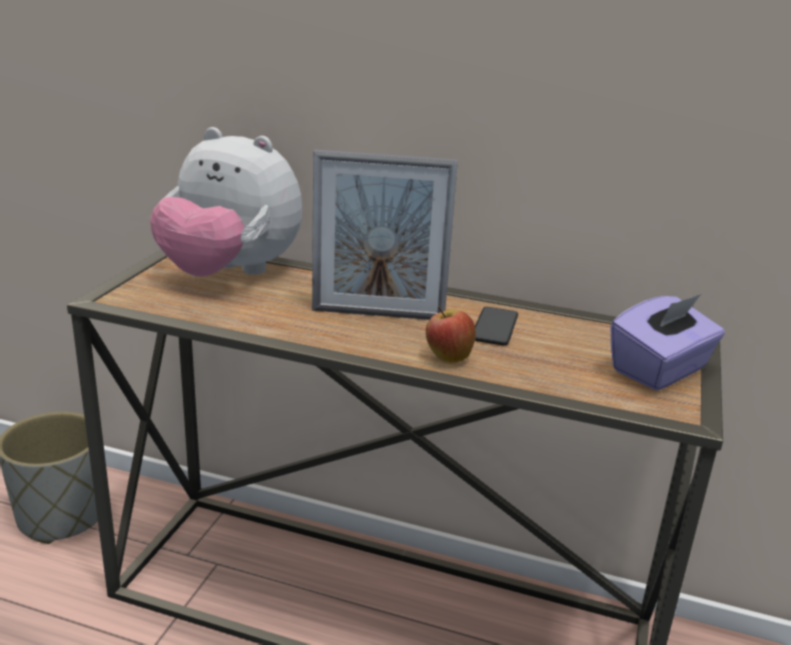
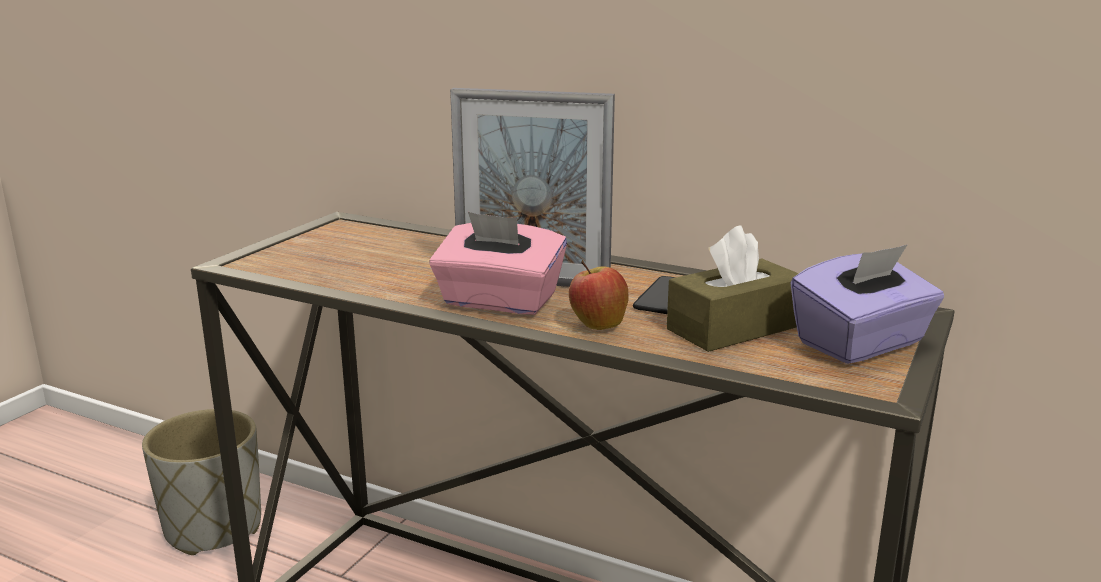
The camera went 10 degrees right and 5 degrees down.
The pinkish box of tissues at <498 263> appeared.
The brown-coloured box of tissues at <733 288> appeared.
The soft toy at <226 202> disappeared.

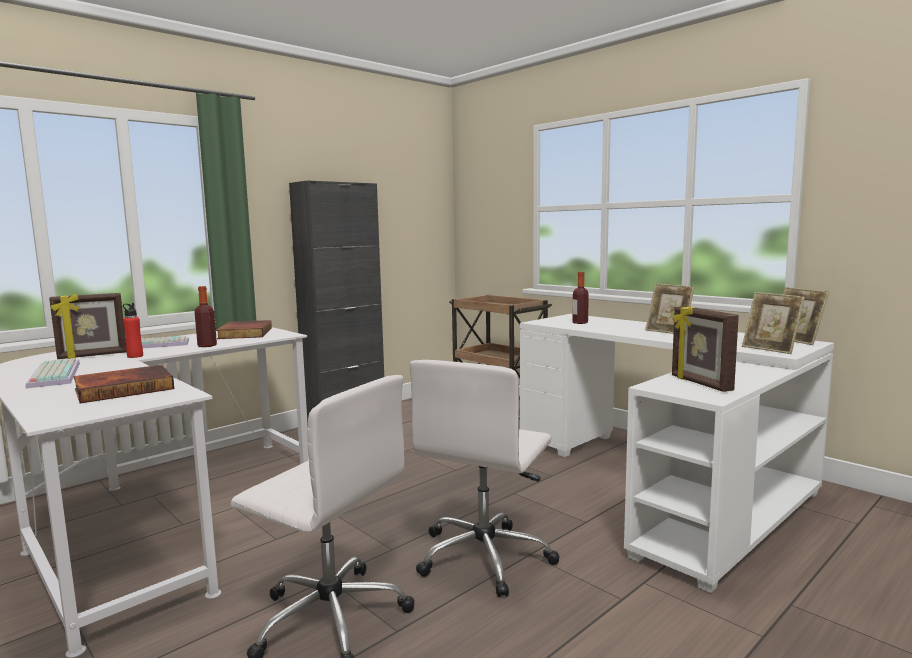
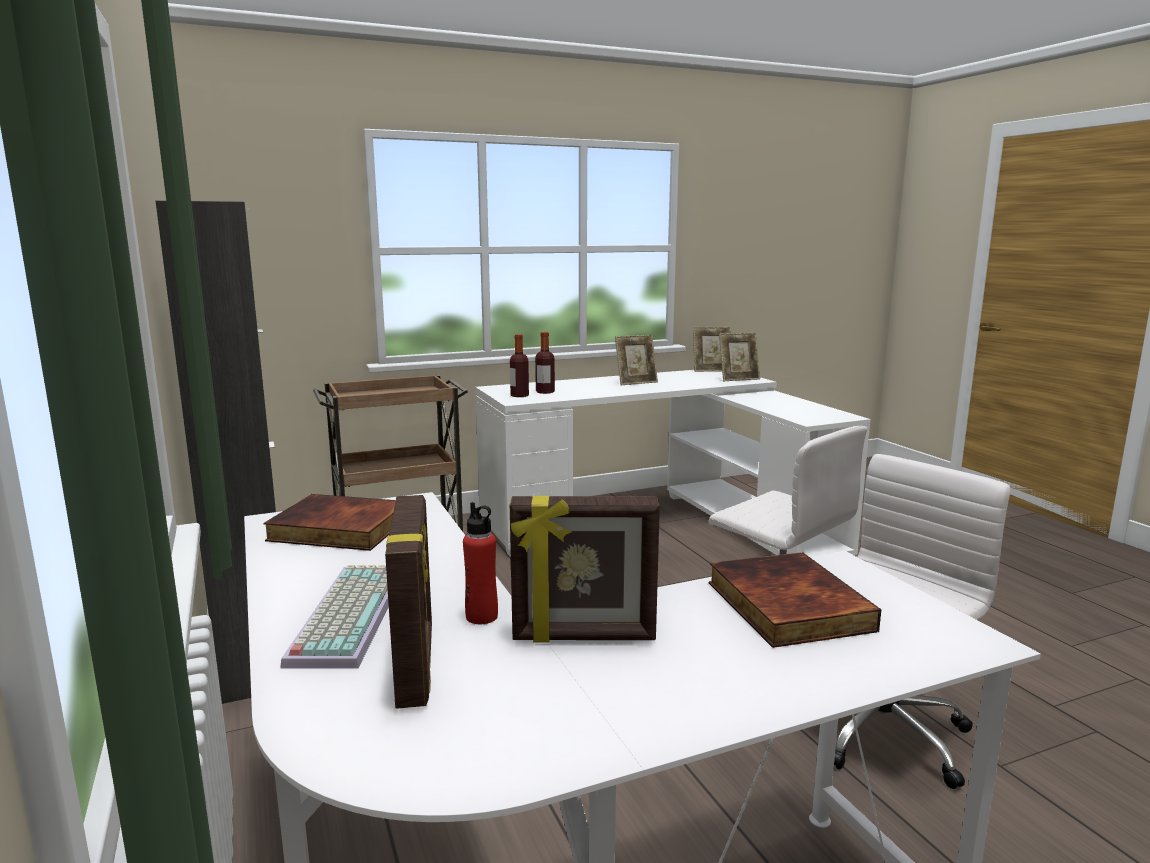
The camera went 70 degrees left and 5 degrees up.
The bottle moved from <206 316> to <519 365>.
The picture frame moved from <705 349> to <585 569>.
The keyboard at <52 373> disappeared.

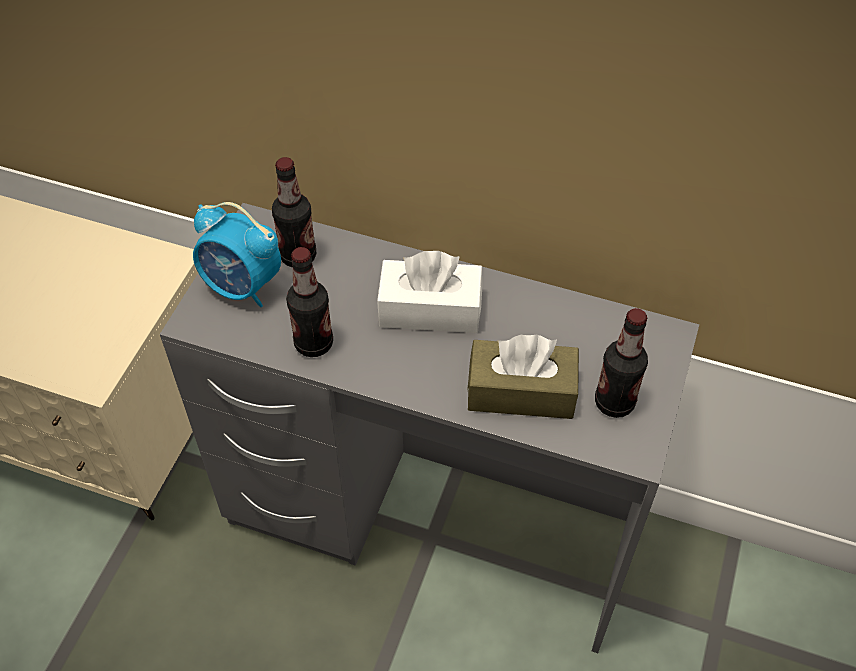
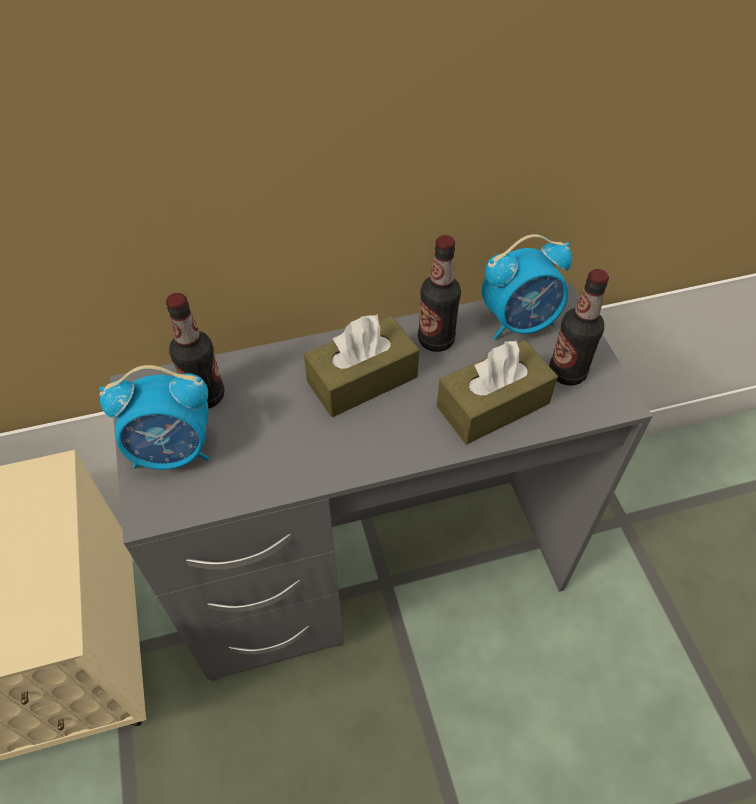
The camera went 35 degrees left and 0 degrees up.
The white box of tissues at <430 292> became the brown-coloured box of tissues at <361 365>.
The bottle moved from <309 302> to <439 293>.
The alarm clock at <527 287> appeared.

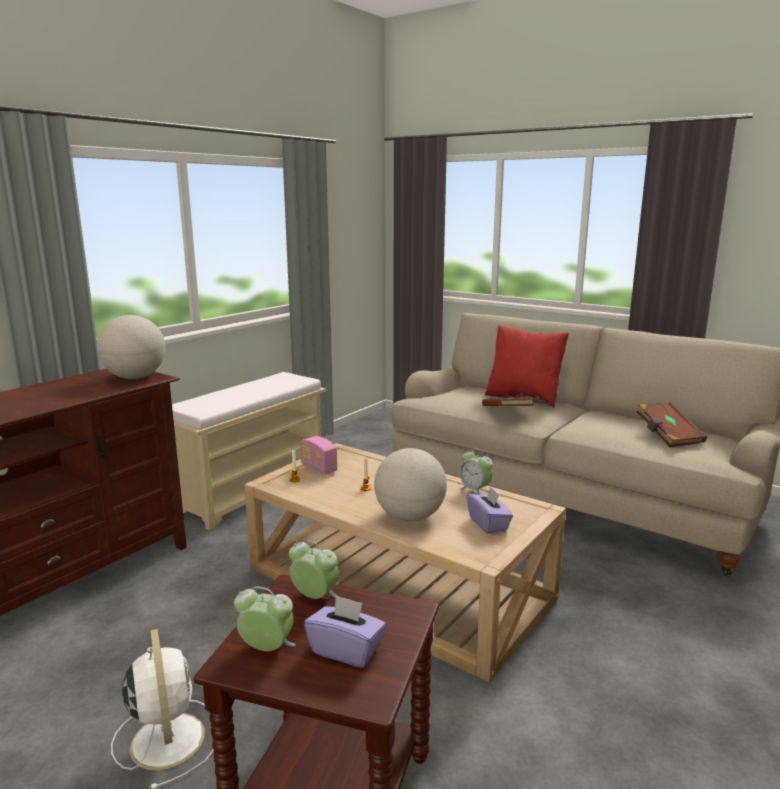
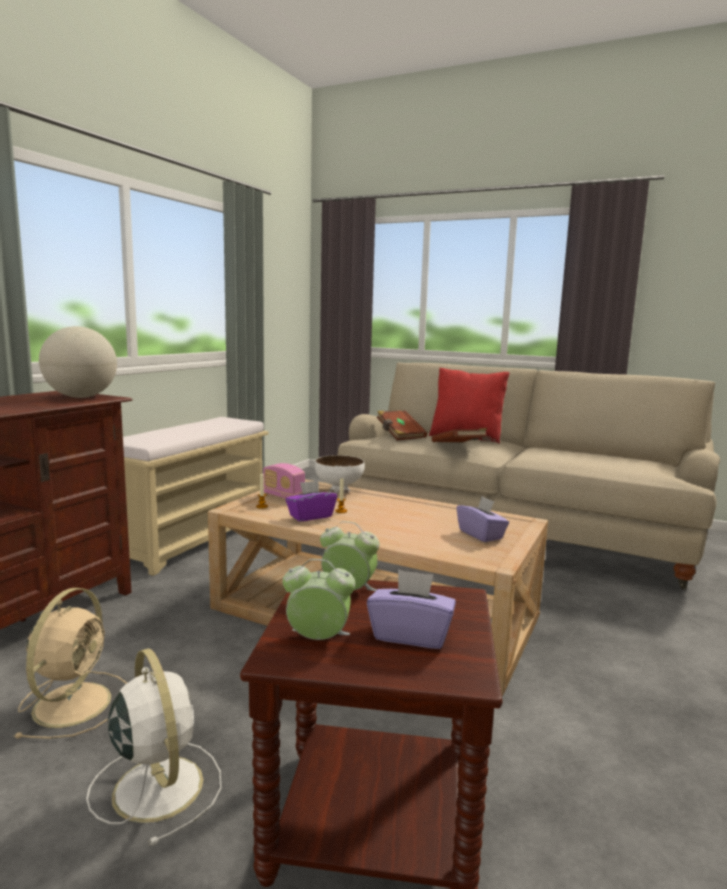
The camera went 10 degrees left and 5 degrees down.
The beige cooling fan at <70 663> appeared.
The purplish box of tissues at <311 501> appeared.
The white deep dish at <340 474> appeared.
The brown-coloured book moved from <672 424> to <402 425>.
The world globe at <410 484> disappeared.
The alarm clock at <476 471> disappeared.

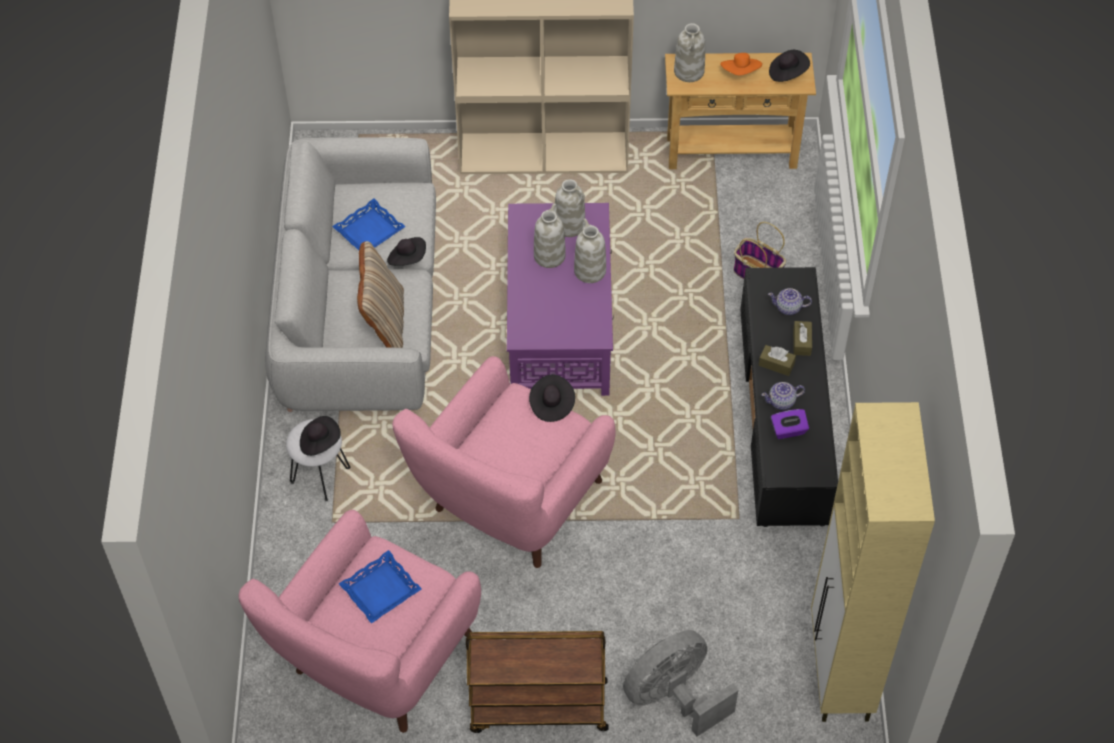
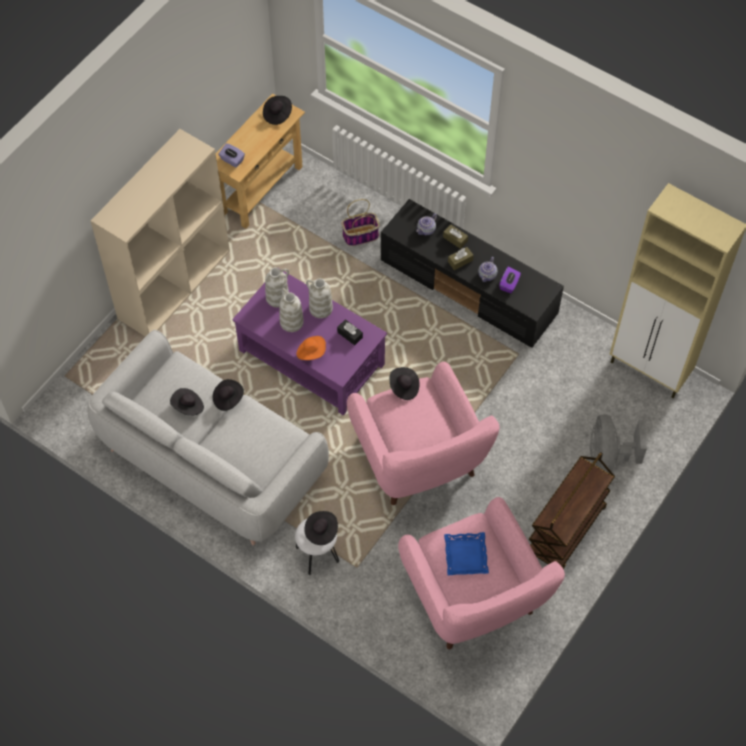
The camera went 55 degrees left and 5 degrees up.
The blue carrying tray at <369 224> was replaced by the blackish wearable hat at <187 402>.
The white vase at <689 52> was replaced by the purplish box of tissues at <231 155>.
The orange-coloured wearable hat moved from <741 64> to <311 348>.
The blackish box of tissues at <350 332> appeared.
The beige cushion at <380 294> disappeared.

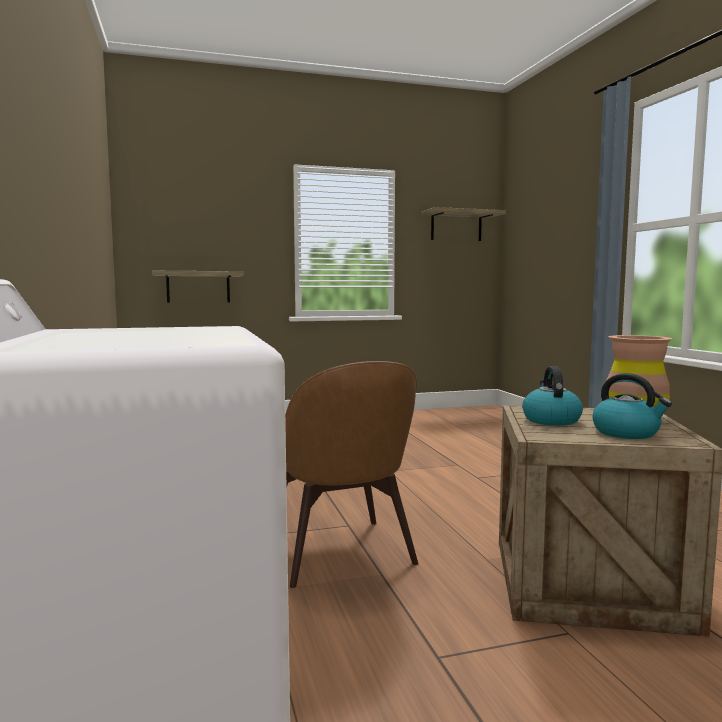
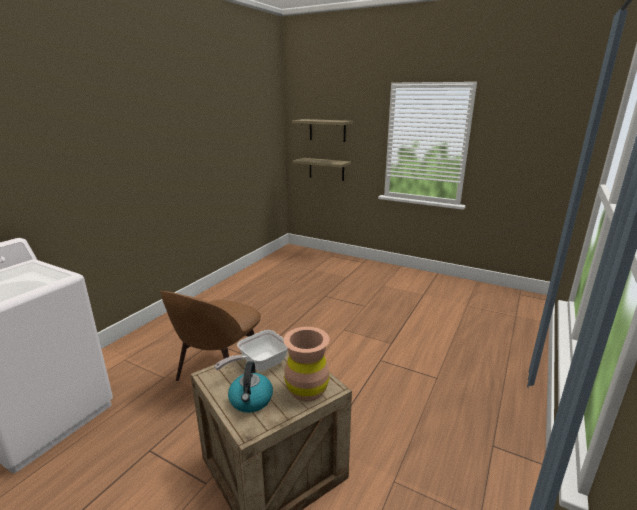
The camera went 45 degrees right and 15 degrees up.
The tea kettle at <552 396> was replaced by the skillet at <251 350>.
The wall shelf moved from <464 224> to <322 130>.

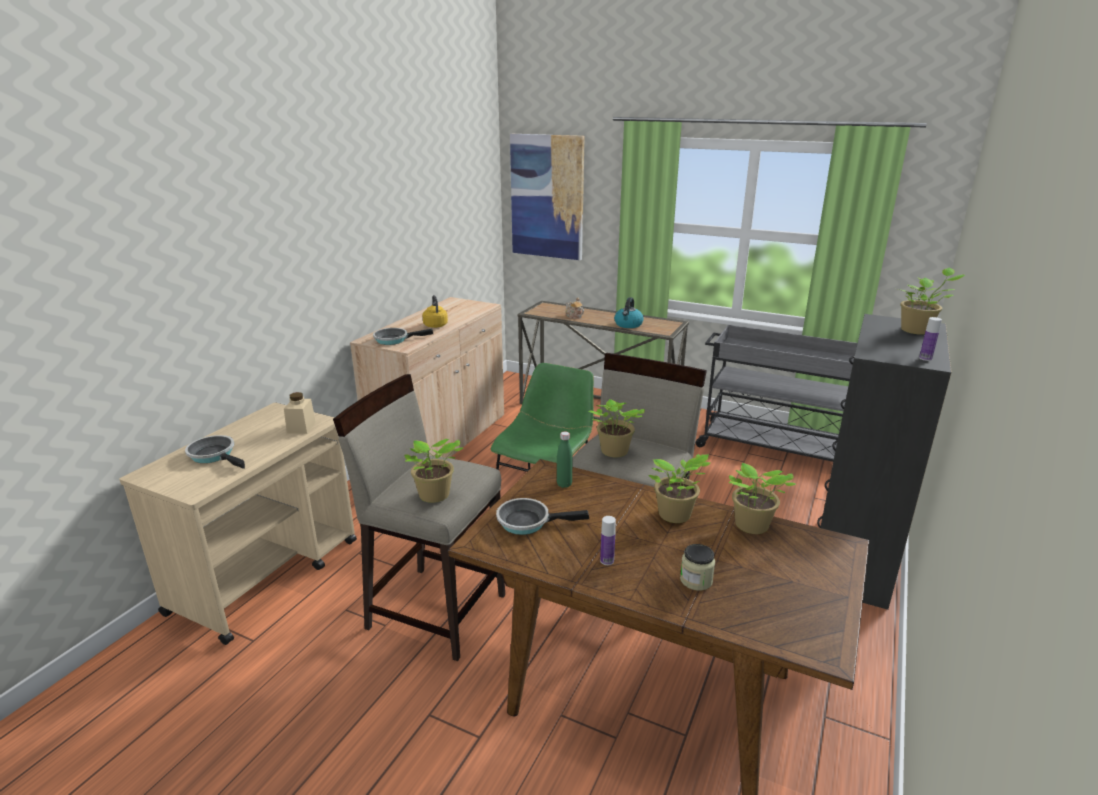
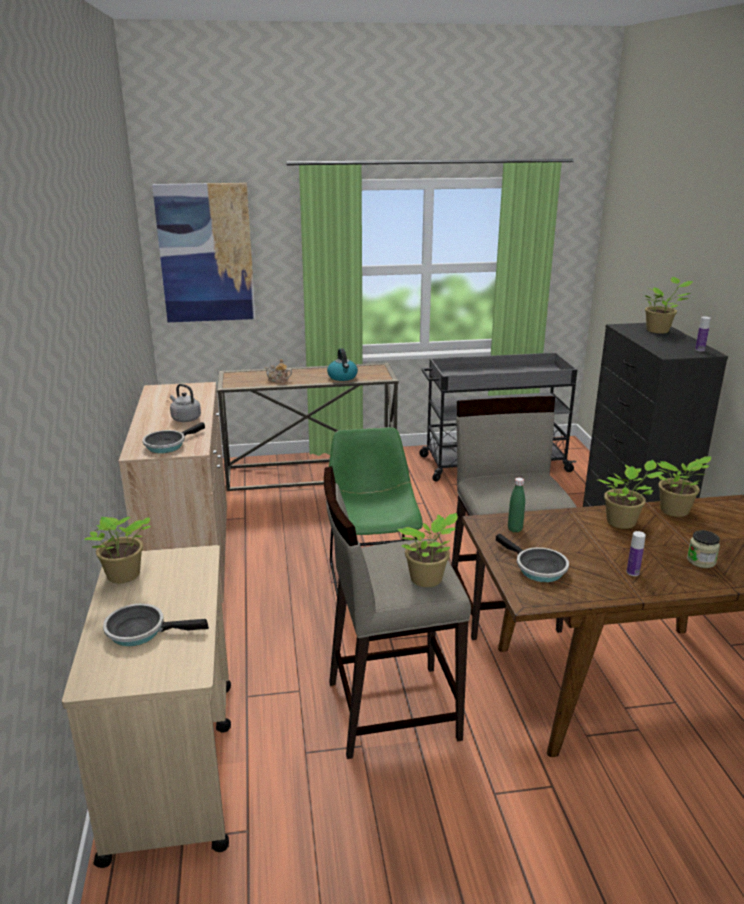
The camera went 35 degrees left and 0 degrees up.
The plant in a pot moved from <616 428> to <118 550>.
The yellow-coloured tea kettle at <435 311> became the greyish tea kettle at <185 403>.
The skillet at <542 516> turned 90 degrees counterclockwise.
The beige preserve jar at <300 413> disappeared.

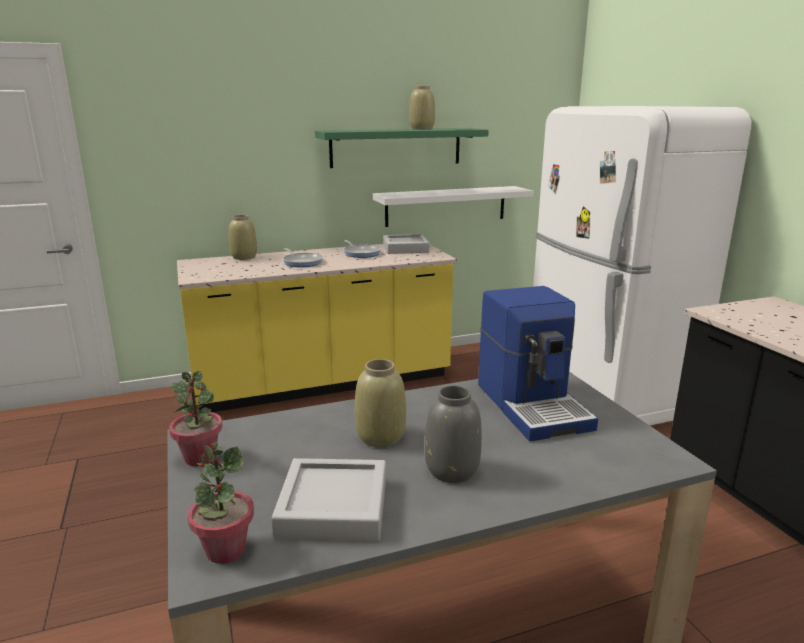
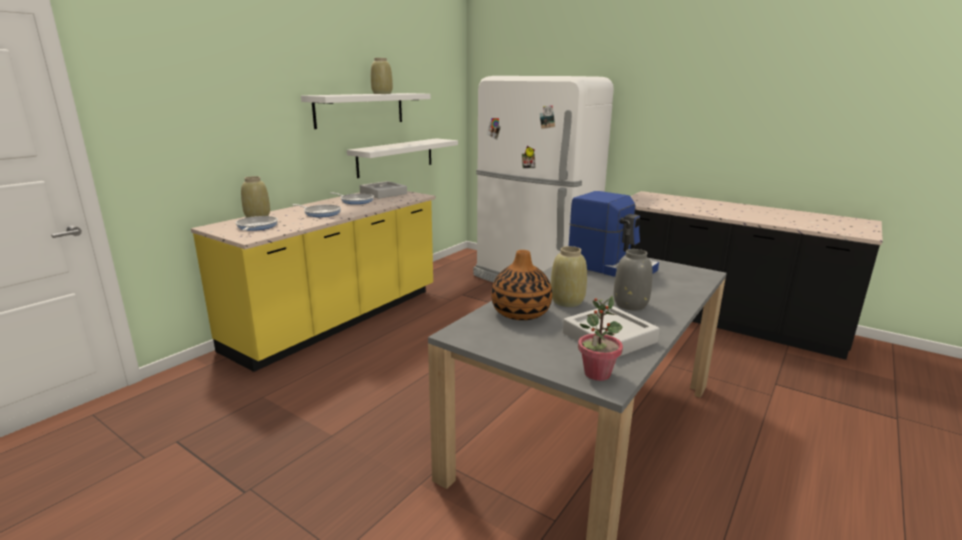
The camera went 35 degrees left and 0 degrees up.
The skillet at <257 223> appeared.
The greenish wall shelf at <402 148> became the white wall shelf at <365 111>.
The vase at <521 285> appeared.
The plant in a pot at <196 418> disappeared.

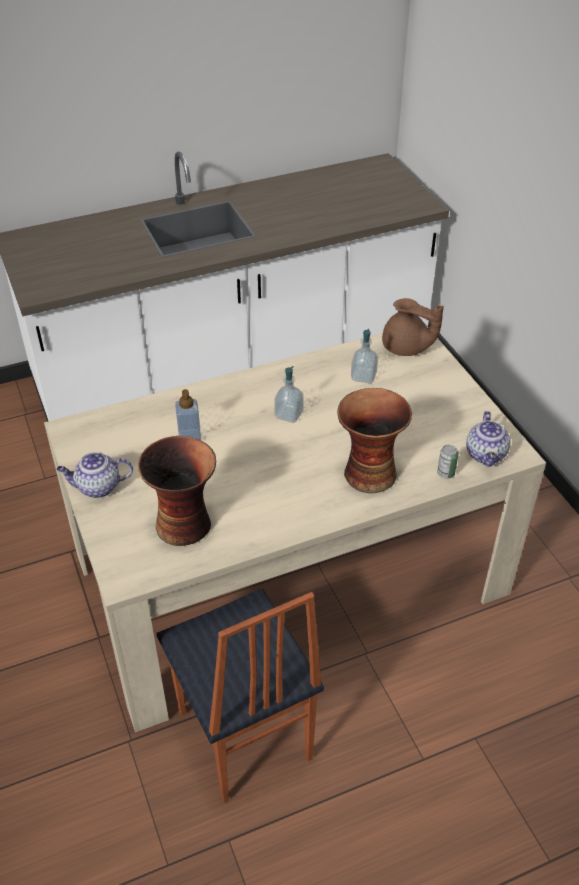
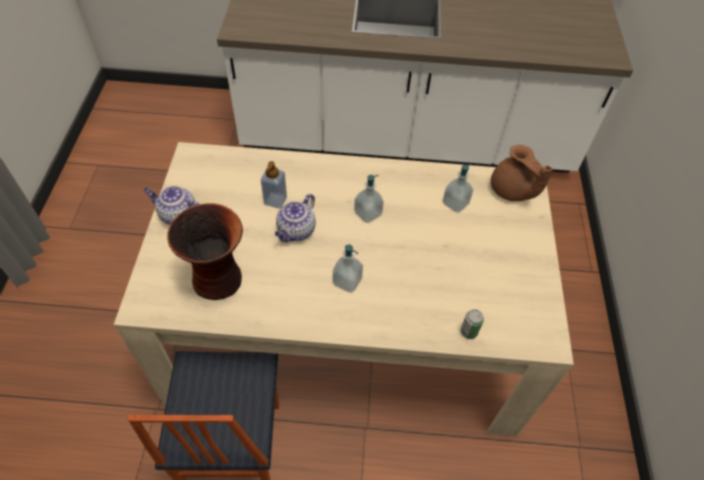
The camera went 25 degrees right and 10 degrees up.
The tea pot moved from <488 439> to <295 218>.
The soap dispenser at <348 268> appeared.
The vase at <374 440> disappeared.

